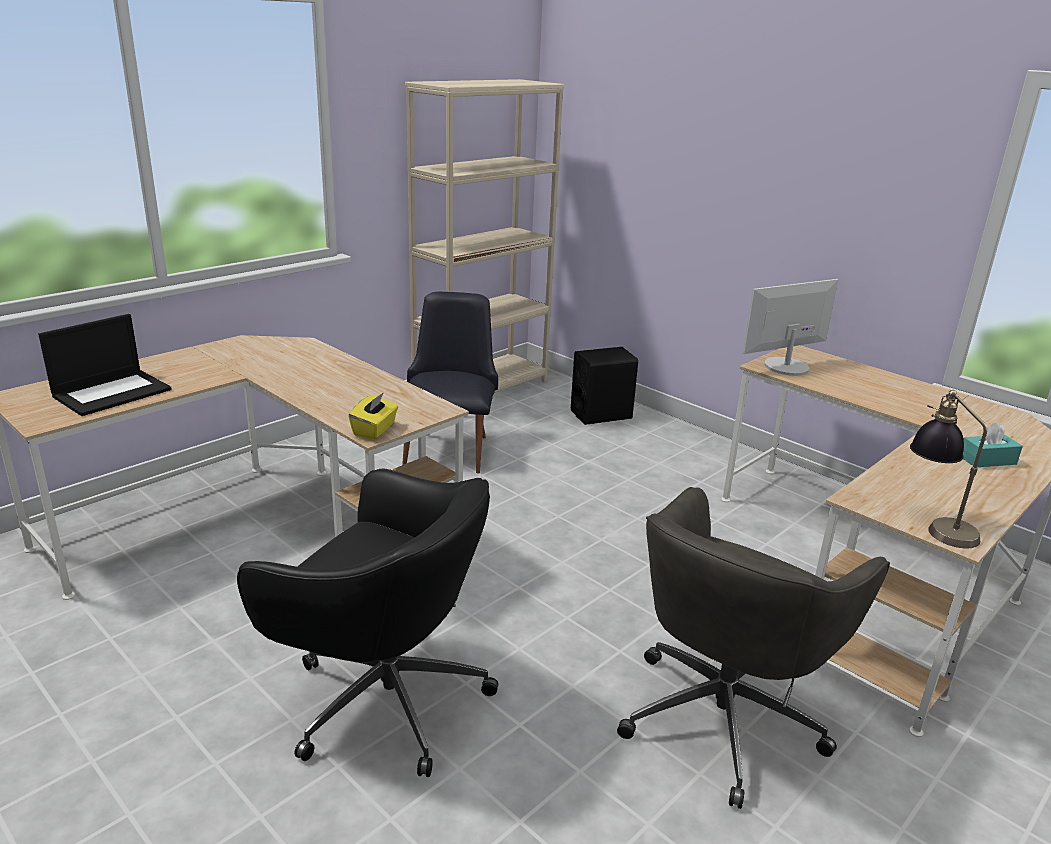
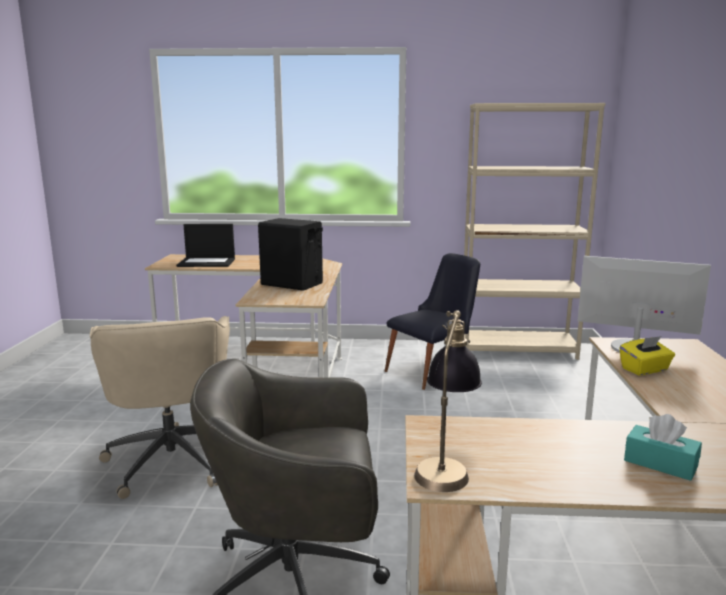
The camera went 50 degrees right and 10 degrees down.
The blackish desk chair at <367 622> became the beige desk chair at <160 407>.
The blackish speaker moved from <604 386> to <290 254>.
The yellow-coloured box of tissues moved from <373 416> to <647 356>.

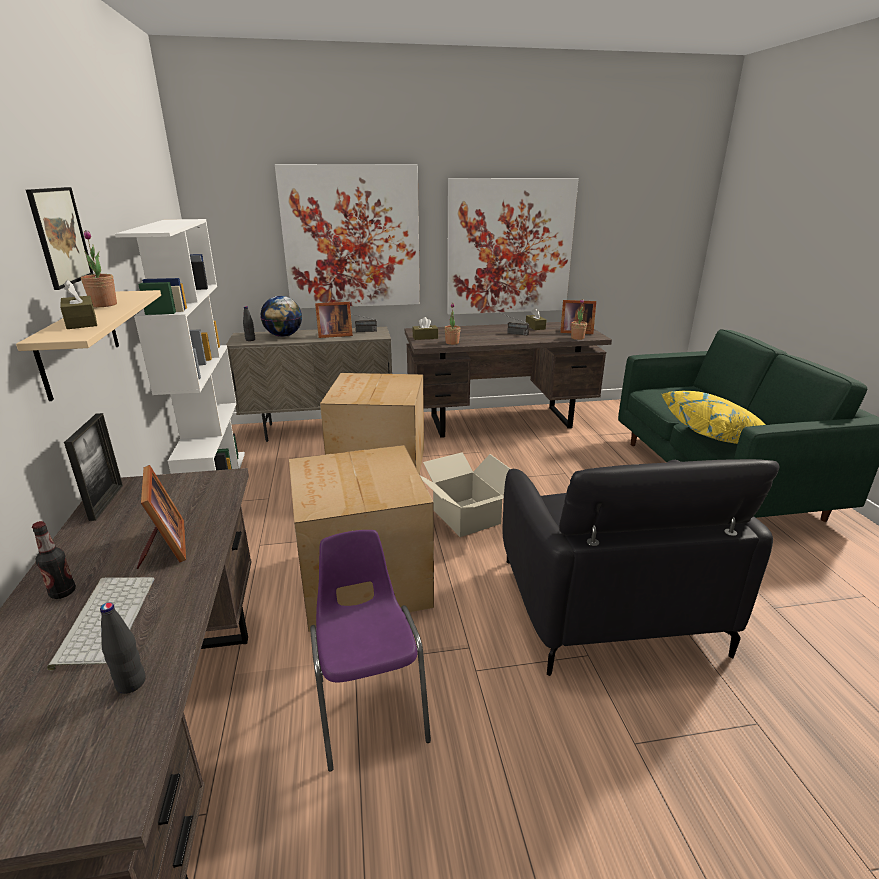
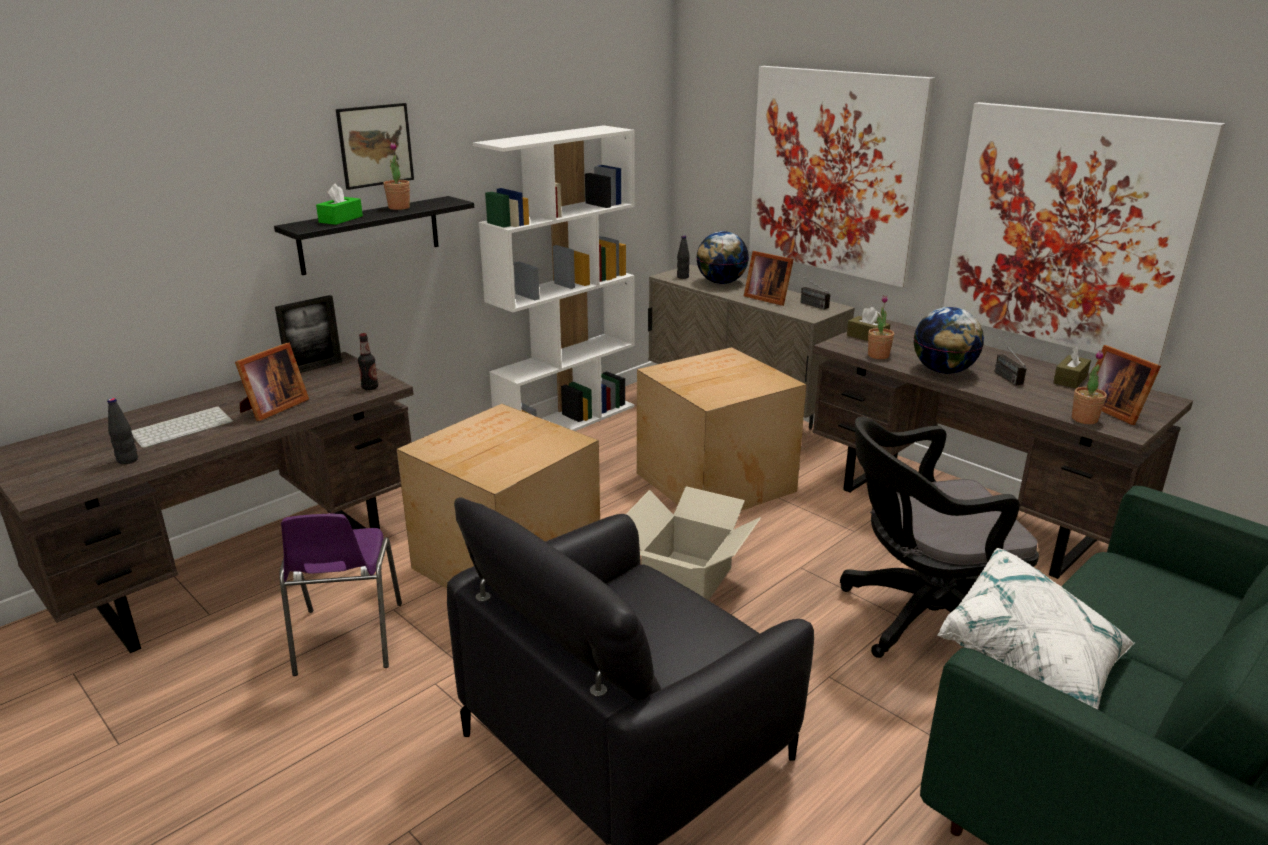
The camera went 55 degrees right and 0 degrees up.
The beige wall shelf at <88 345> became the blackish wall shelf at <374 235>.
The purplish chair at <370 650> turned 135 degrees clockwise.
The brown-coloured box of tissues at <78 304> became the greenish box of tissues at <339 204>.
The bottle moved from <54 560> to <368 361>.
The blackish desk chair at <939 537> appeared.
The world globe at <949 340> appeared.
The yellow-coloured cushion at <713 417> became the white cushion at <1036 628>.

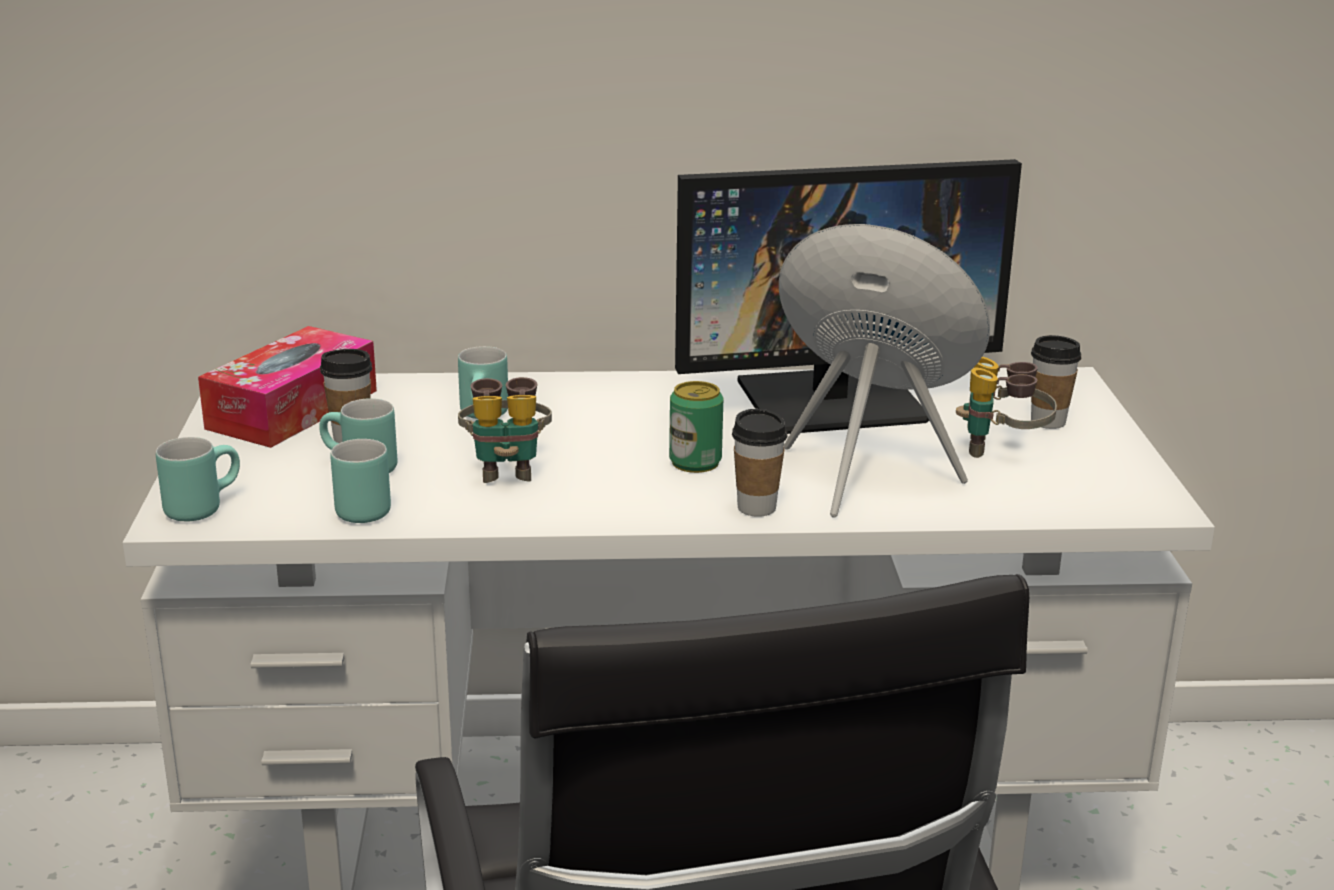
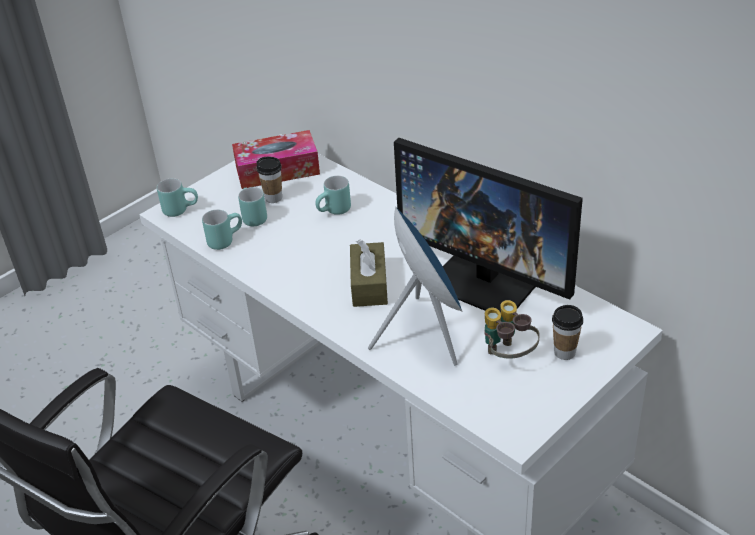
The camera went 50 degrees right and 15 degrees up.
The metal can at <696 427> was replaced by the brown-coloured box of tissues at <369 273>.
The pair of binoculars at <505 430> disappeared.
The small cup at <760 463> disappeared.

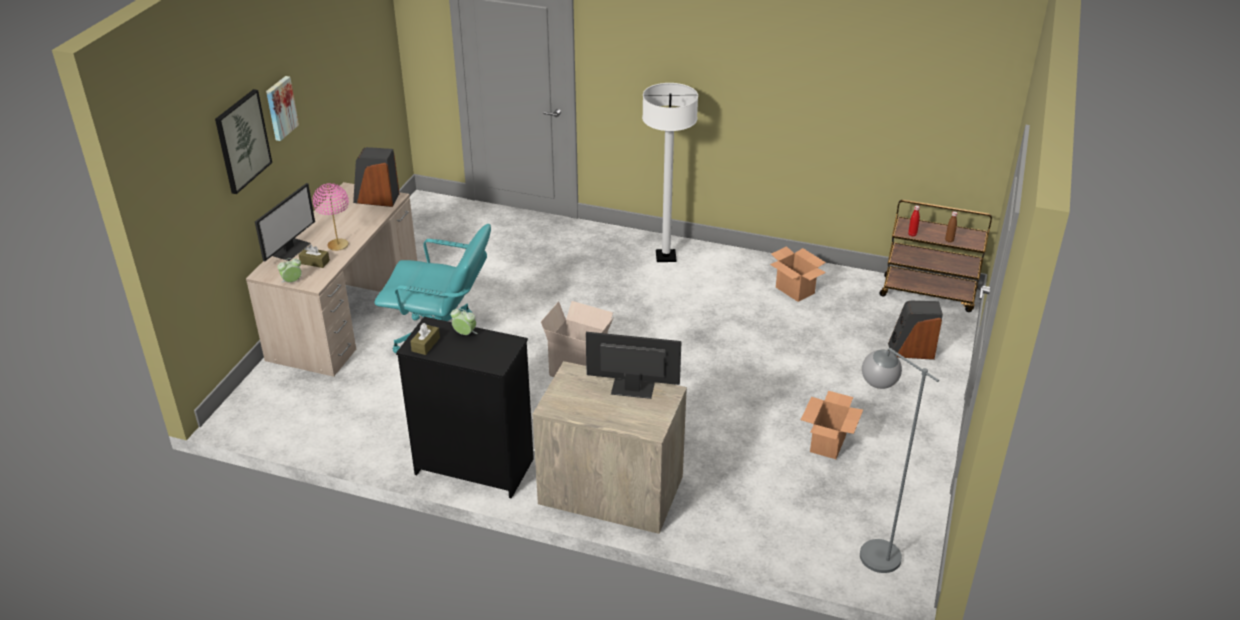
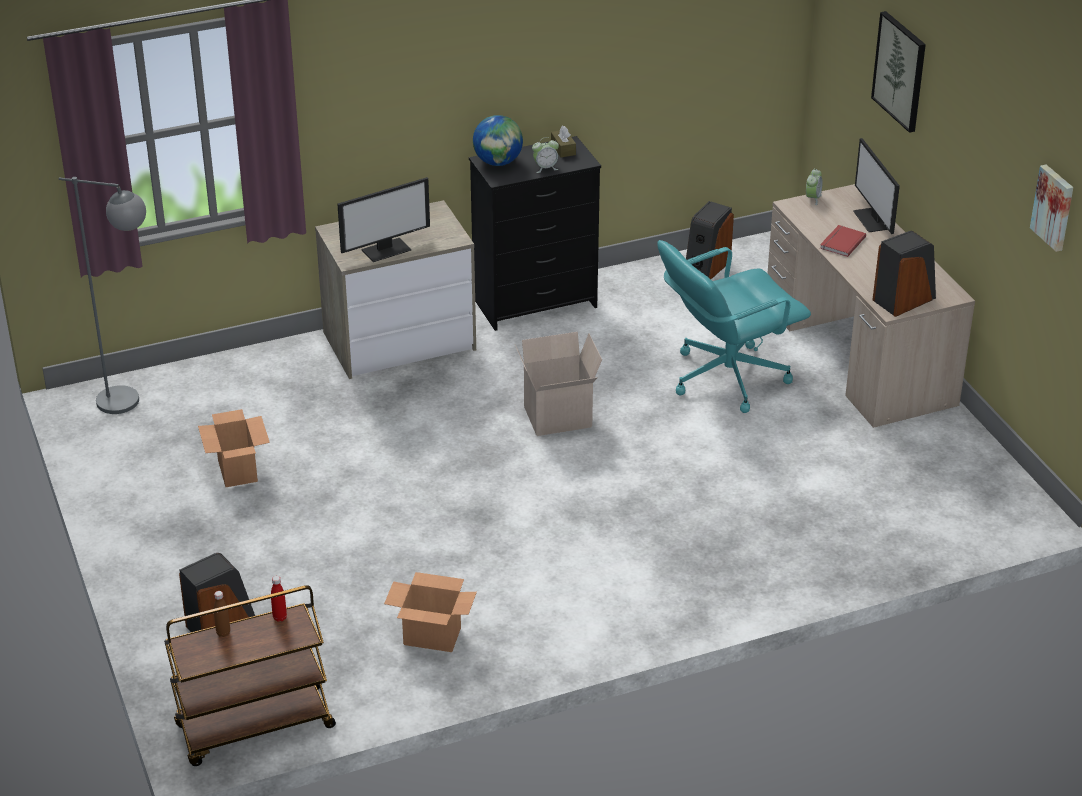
The camera went 140 degrees right and 0 degrees up.
The world globe at <498 140> appeared.
The speaker at <710 240> appeared.
The pinkish table lamp at <331 217> was replaced by the reddish book at <843 241>.
The wall art moved from <282 108> to <1051 208>.
The brown-coloured box of tissues at <314 256> disappeared.
The white floor lamp at <670 172> disappeared.

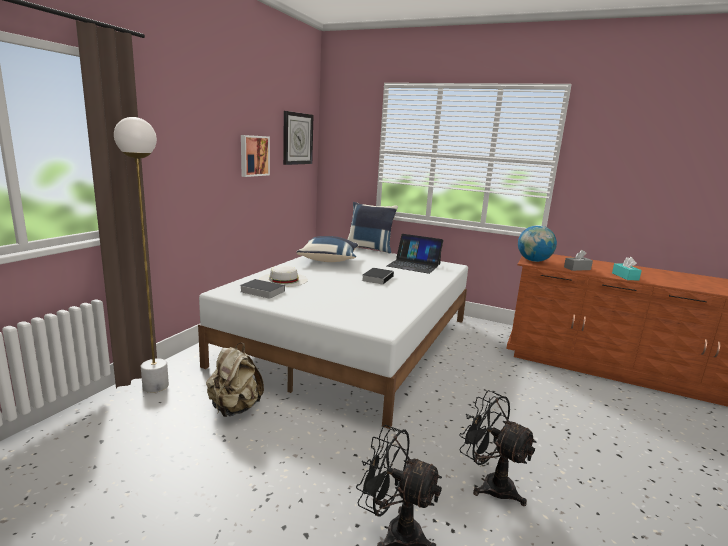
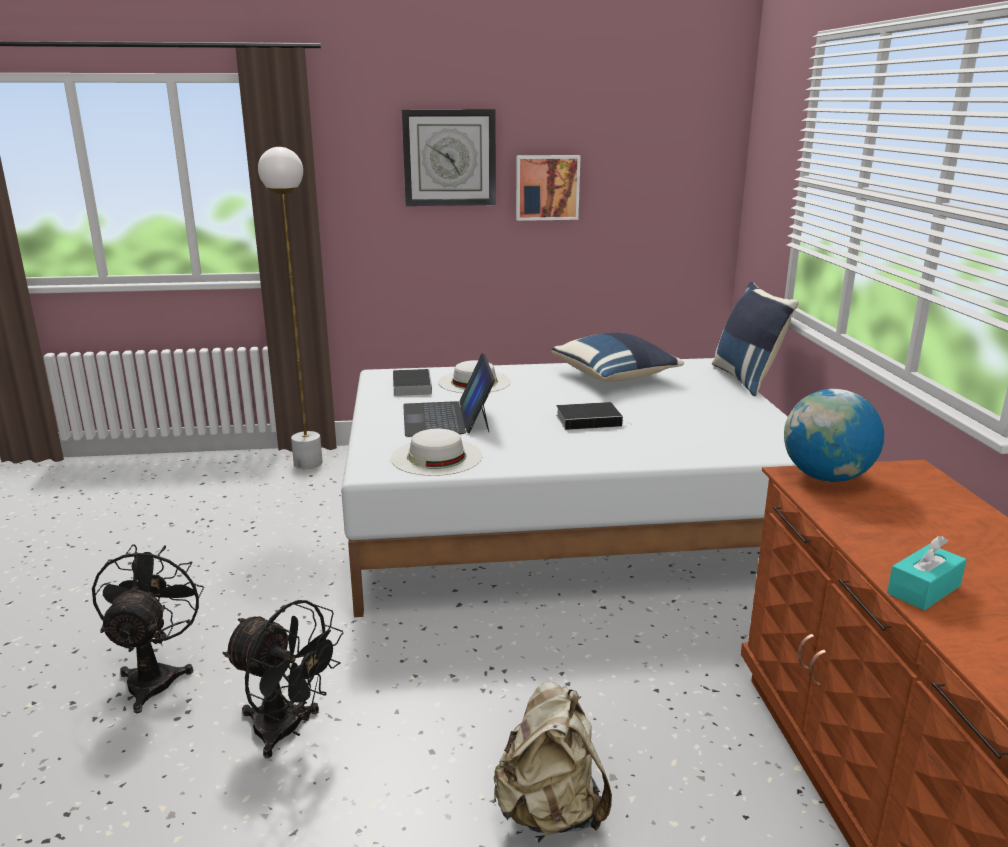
The camera went 60 degrees right and 5 degrees up.
The blackish cooling fan at <498 448> turned 105 degrees clockwise.
The white wearable hat at <437 452> appeared.
The wall clock moved from <298 138> to <449 157>.
The notebook computer moved from <415 254> to <449 395>.
The beige backpack moved from <235 380> to <552 758>.
The greyish box of tissues at <578 260> disappeared.

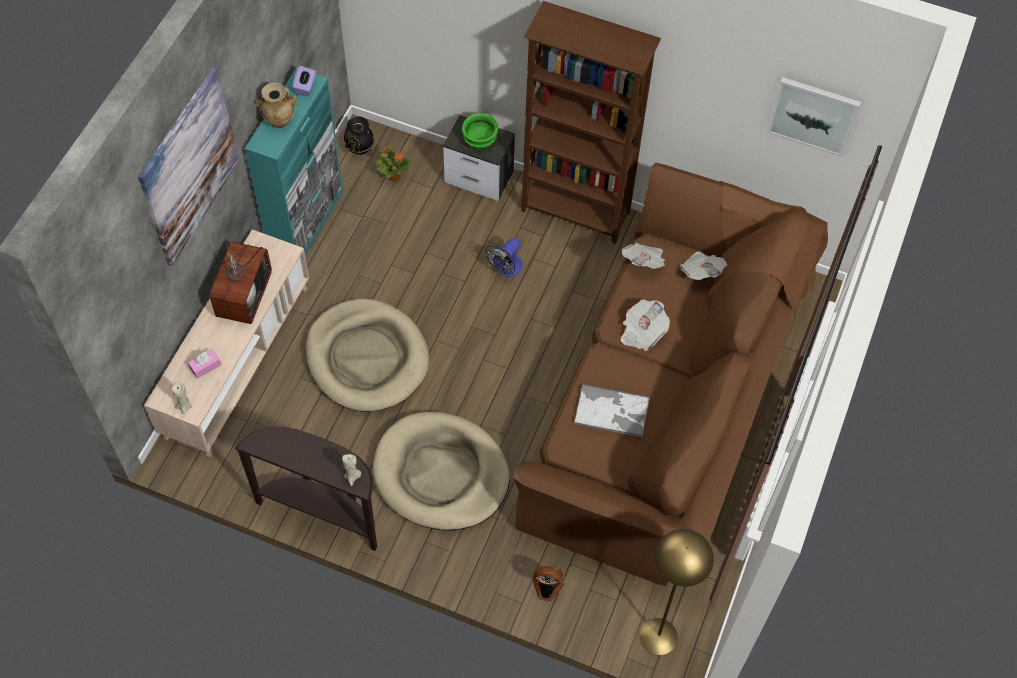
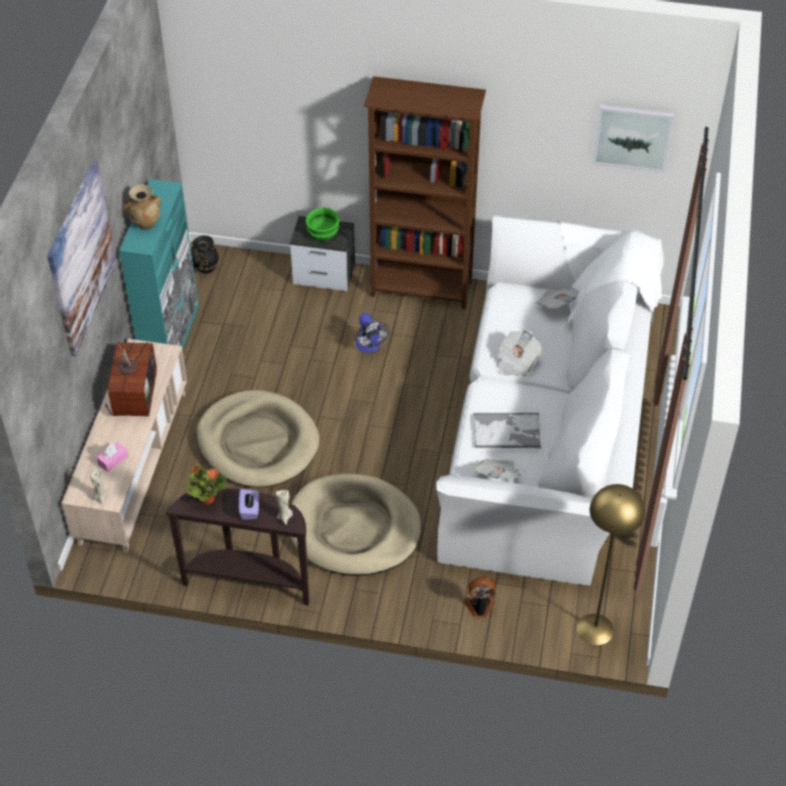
The camera went 10 degrees left and 10 degrees down.
The plant in a pot moved from <393 163> to <205 484>.
The purplish box of tissues moved from <304 81> to <249 504>.
The cooling fan at <504 257> turned 45 degrees counterclockwise.
The brown-coloured settee at <670 374> became the white settee at <550 400>.
The daily paper moved from <643 256> to <498 468>.

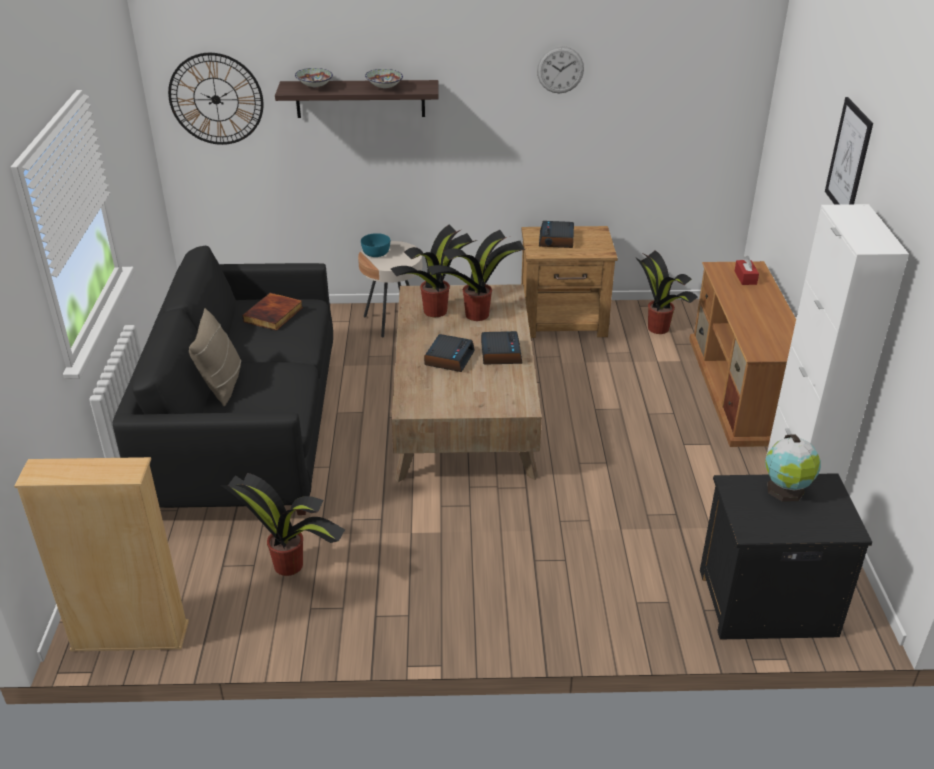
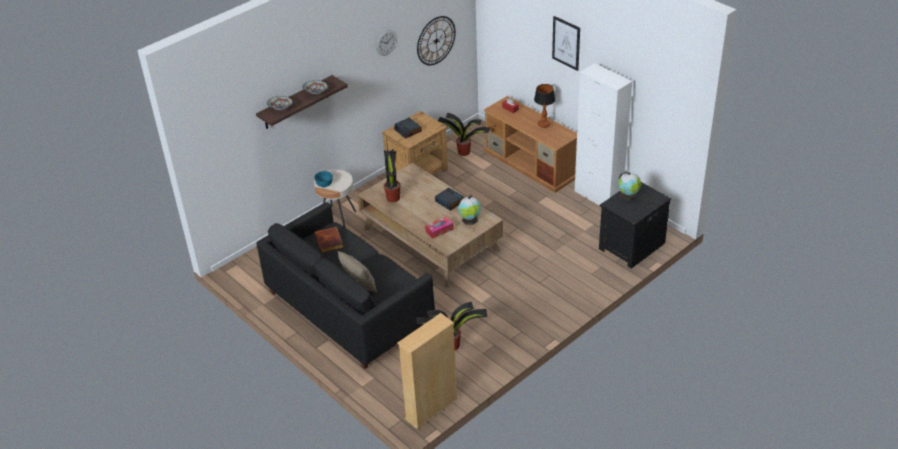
The camera went 40 degrees left and 5 degrees up.
The wall clock moved from <215 99> to <436 40>.
The box of tissues at <439 227> appeared.
The world globe at <469 210> appeared.
The table lamp at <544 106> appeared.
The alarm clock at <449 353> disappeared.
The plant in a pot at <478 275> disappeared.

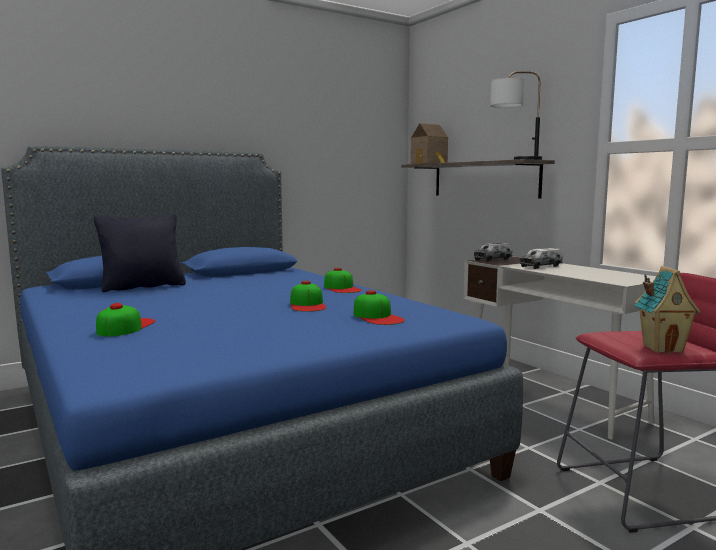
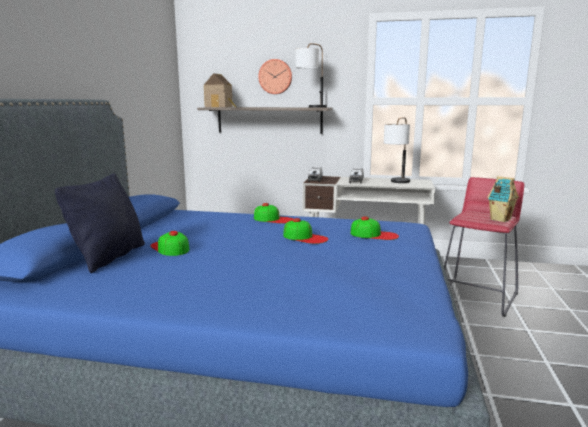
The camera went 45 degrees left and 5 degrees up.
The peaked cap moved from <125 319> to <169 243>.
The wall clock at <275 76> appeared.
The table lamp at <397 150> appeared.

